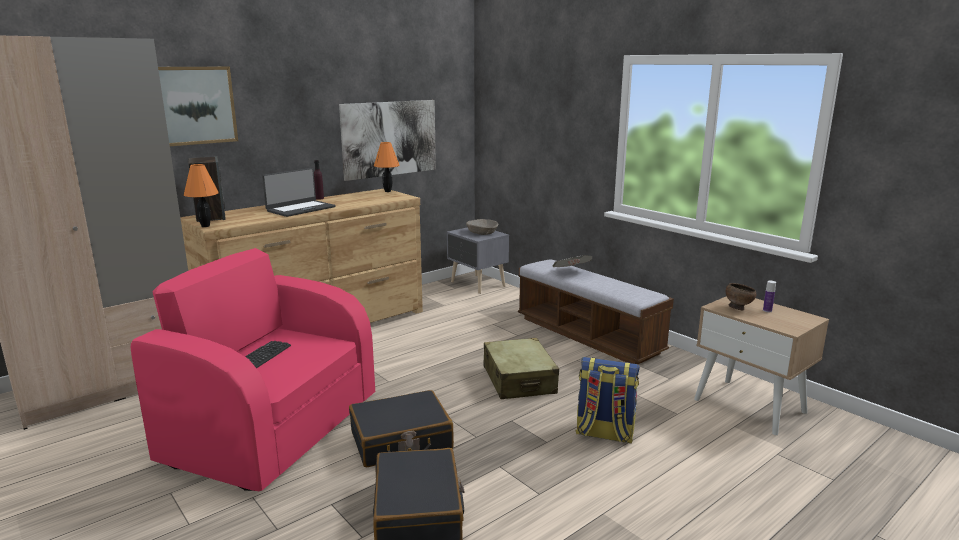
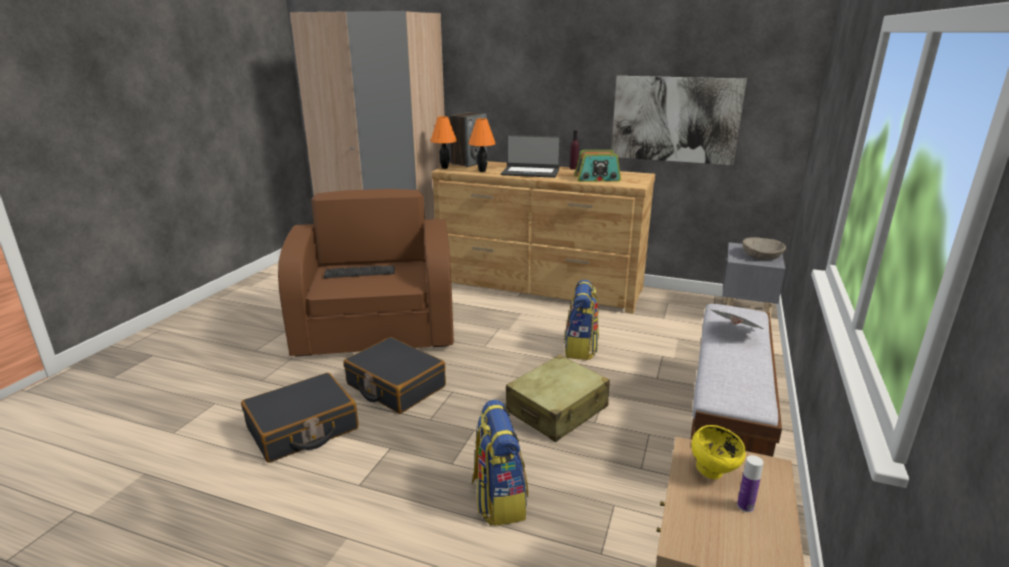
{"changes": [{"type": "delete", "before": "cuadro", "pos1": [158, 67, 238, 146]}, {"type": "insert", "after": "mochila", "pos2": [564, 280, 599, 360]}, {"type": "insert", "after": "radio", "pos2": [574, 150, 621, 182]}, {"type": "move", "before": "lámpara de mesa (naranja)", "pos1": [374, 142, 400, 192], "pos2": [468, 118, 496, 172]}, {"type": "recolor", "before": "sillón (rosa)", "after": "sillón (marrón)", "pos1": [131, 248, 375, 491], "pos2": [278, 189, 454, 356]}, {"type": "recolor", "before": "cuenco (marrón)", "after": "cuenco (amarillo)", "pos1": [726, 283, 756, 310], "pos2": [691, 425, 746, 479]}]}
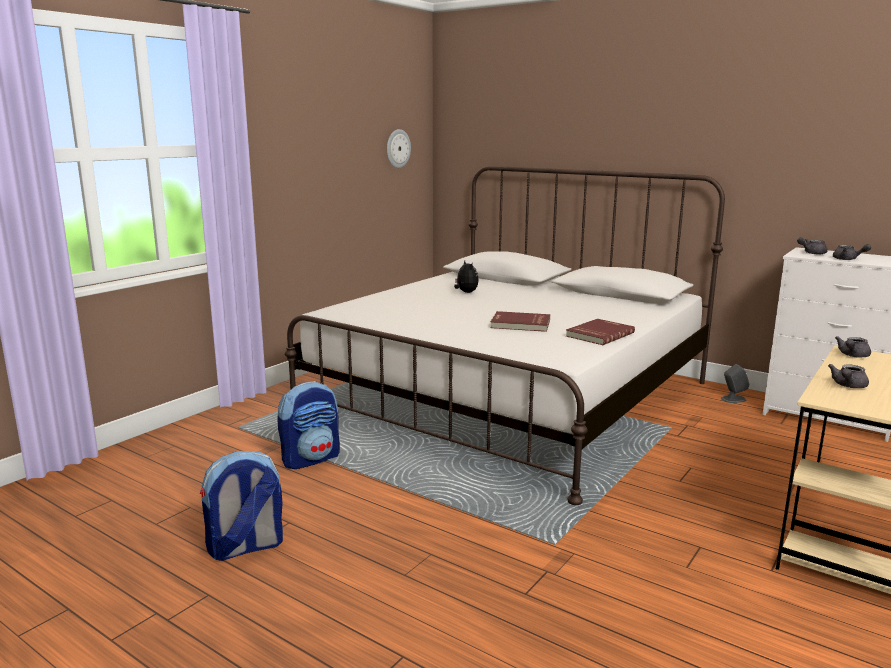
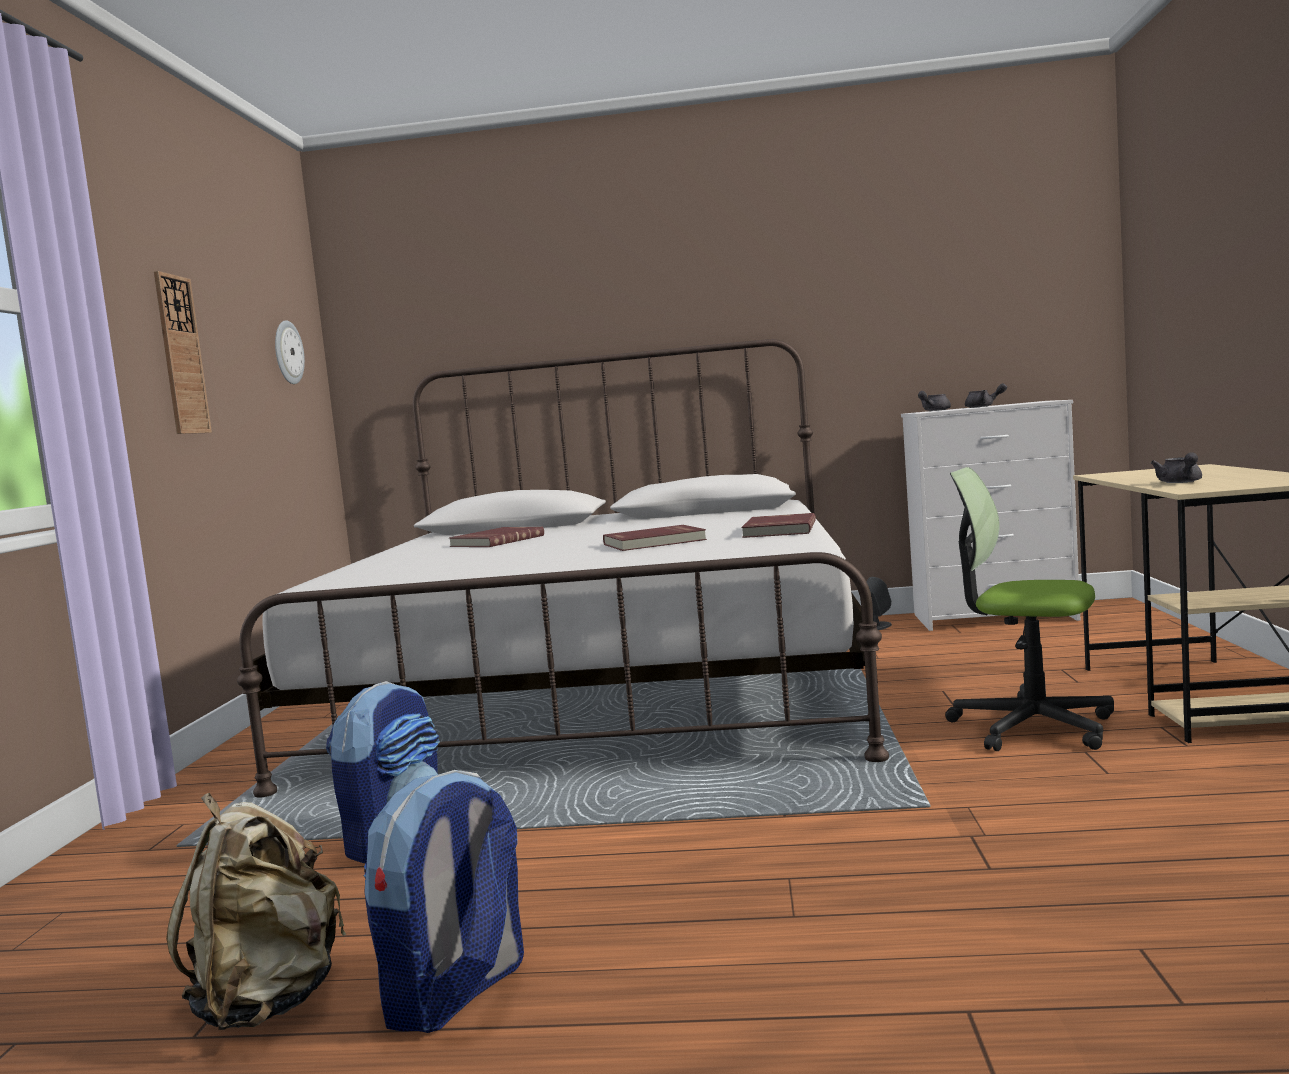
{"changes": [{"type": "delete", "before": "tetera (gris)", "pos1": [835, 336, 871, 358]}, {"type": "insert", "after": "reloj de pared", "pos2": [154, 271, 212, 434]}, {"type": "insert", "after": "mochila (beis)", "pos2": [166, 793, 346, 1030]}, {"type": "insert", "after": "silla de oficina", "pos2": [945, 467, 1114, 751]}, {"type": "replace", "before": "peluche", "after": "libro (rojo)", "pos1": [454, 260, 479, 293], "pos2": [449, 527, 544, 547]}]}
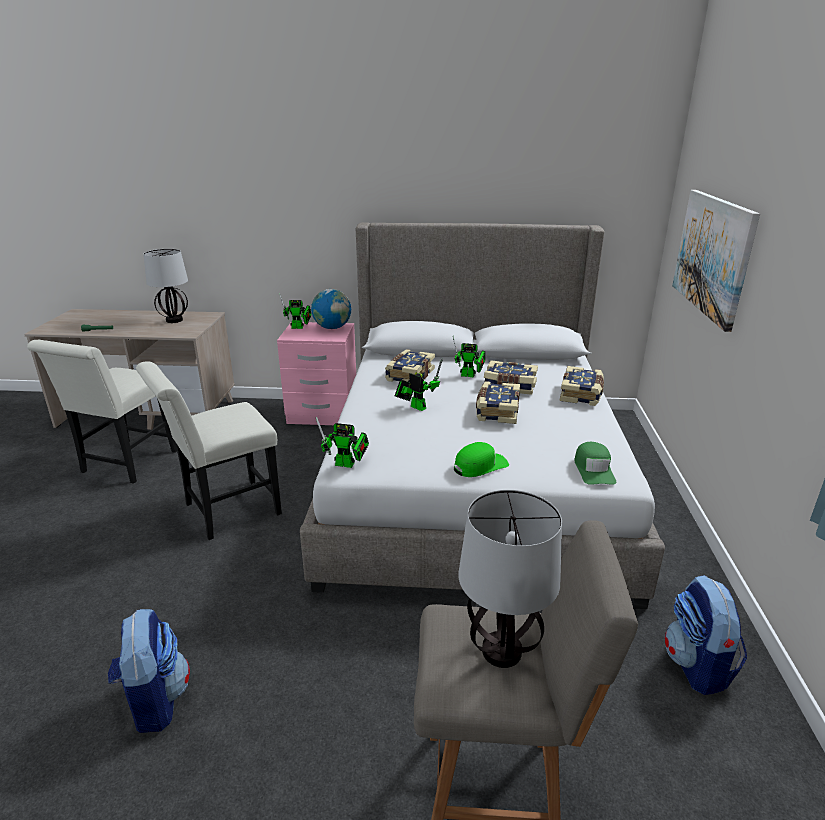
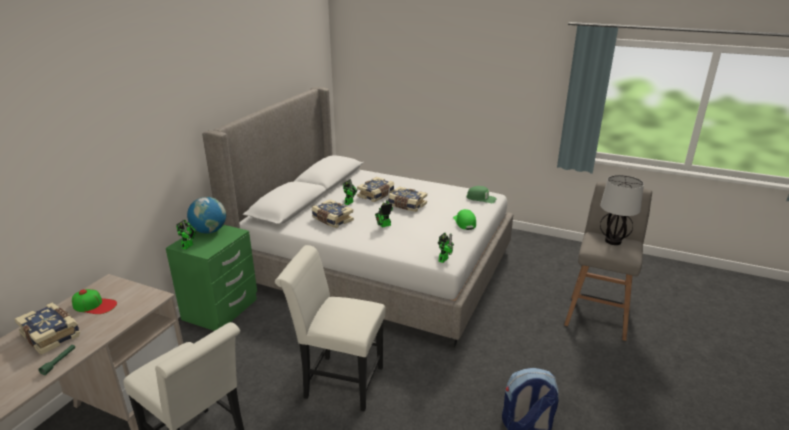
{"changes": [{"type": "delete", "before": "mochila", "pos1": [664, 575, 747, 695]}, {"type": "delete", "before": "cuadro", "pos1": [672, 190, 760, 332]}, {"type": "move", "before": "libro", "pos1": [560, 366, 604, 406], "pos2": [15, 303, 80, 355]}, {"type": "replace", "before": "lámpara de mesa", "after": "gorra", "pos1": [143, 249, 188, 323], "pos2": [72, 289, 117, 314]}, {"type": "recolor", "before": "mesita de noche (rosa)", "after": "mesita de noche (verde)", "pos1": [277, 322, 356, 425], "pos2": [166, 225, 257, 331]}, {"type": "rotate", "before": "silla (blanco)", "pos1": [136, 361, 282, 540], "pos2": [275, 245, 386, 412], "turn": 120}]}
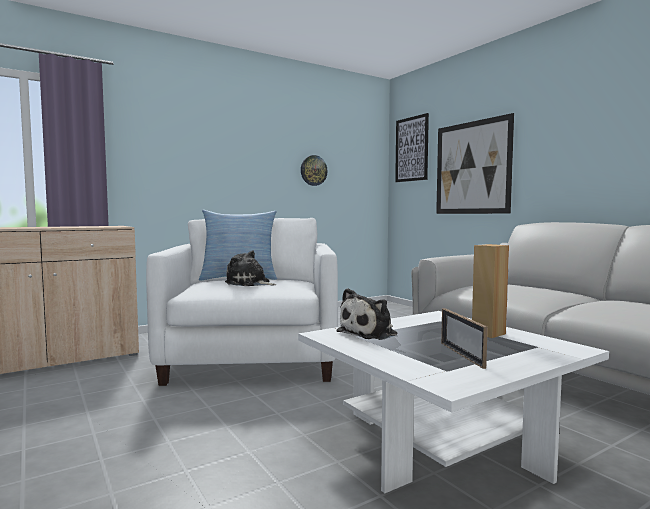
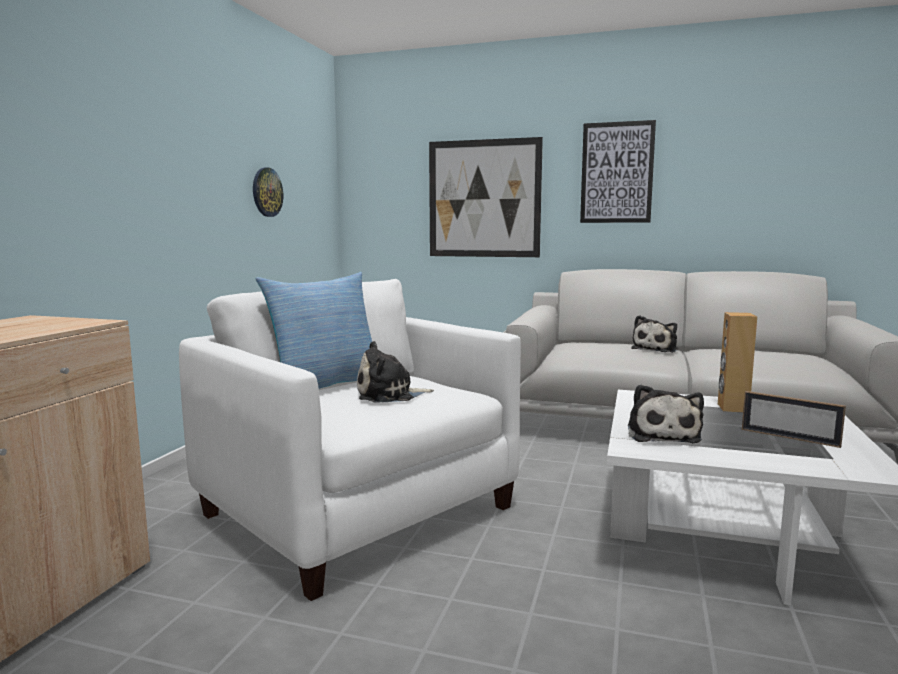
{"changes": [{"type": "insert", "after": "peluche", "pos2": [631, 315, 678, 353]}, {"type": "move", "before": "cuadro", "pos1": [395, 113, 429, 182], "pos2": [580, 120, 656, 223]}]}
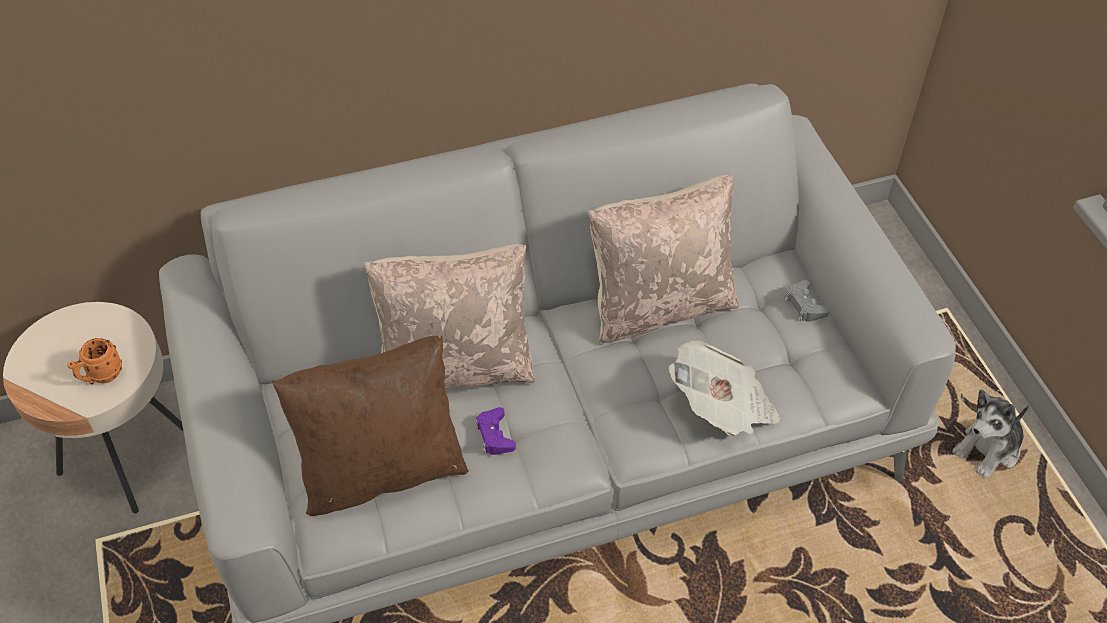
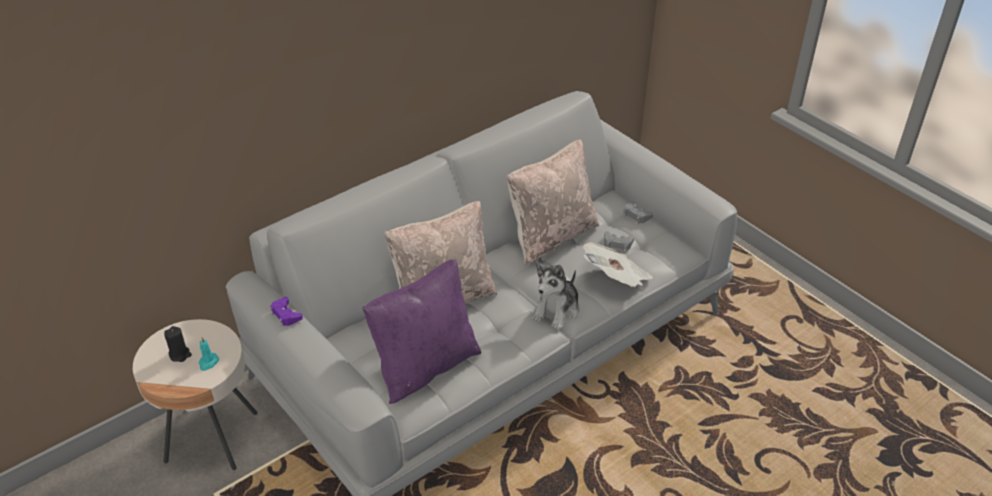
{"changes": [{"type": "insert", "after": "vela (negro)", "pos2": [164, 326, 192, 362]}, {"type": "insert", "after": "mando de consola (gris)", "pos2": [604, 231, 634, 252]}, {"type": "move", "before": "mando de consola (morado)", "pos1": [475, 407, 516, 455], "pos2": [270, 297, 303, 326]}, {"type": "move", "before": "peluche", "pos1": [952, 389, 1029, 479], "pos2": [532, 262, 580, 330]}, {"type": "replace", "before": "taza grande (naranja)", "after": "vela (turquesa)", "pos1": [67, 338, 122, 385], "pos2": [199, 337, 219, 371]}, {"type": "recolor", "before": "cojín (marrón)", "after": "cojín (morado)", "pos1": [272, 336, 469, 516], "pos2": [362, 259, 482, 404]}]}
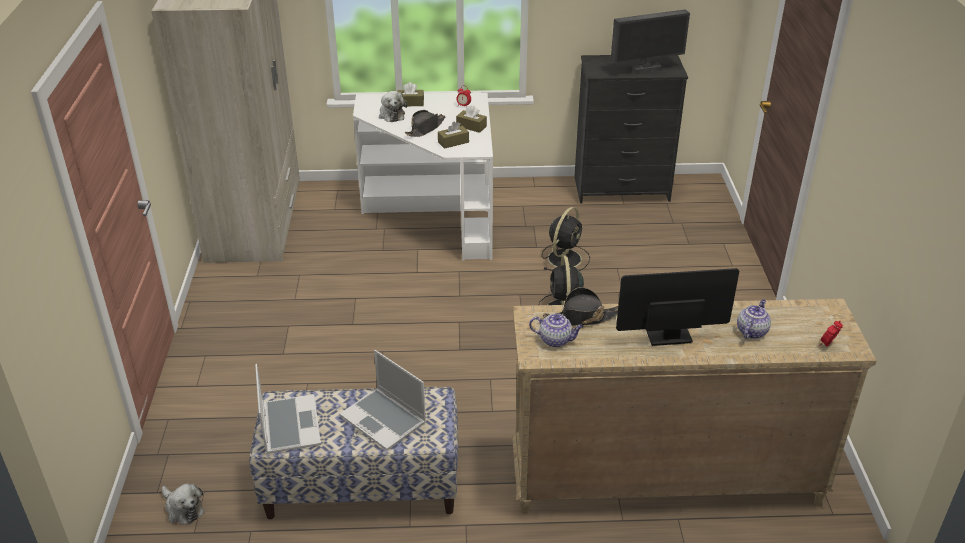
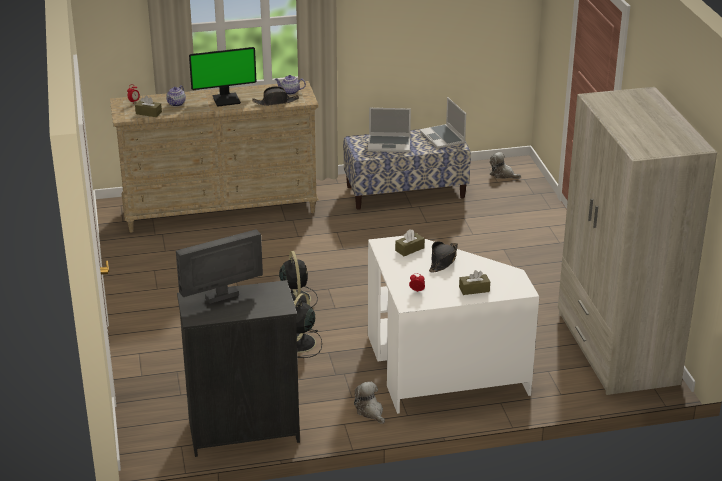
{"changes": [{"type": "move", "before": "peluche", "pos1": [379, 91, 407, 122], "pos2": [354, 382, 385, 424]}, {"type": "move", "before": "caja de pañuelos (marrón)", "pos1": [456, 105, 487, 133], "pos2": [135, 96, 162, 117]}, {"type": "rotate", "before": "portátil", "pos1": [340, 350, 426, 450], "pos2": [368, 108, 411, 152], "turn": 150}]}
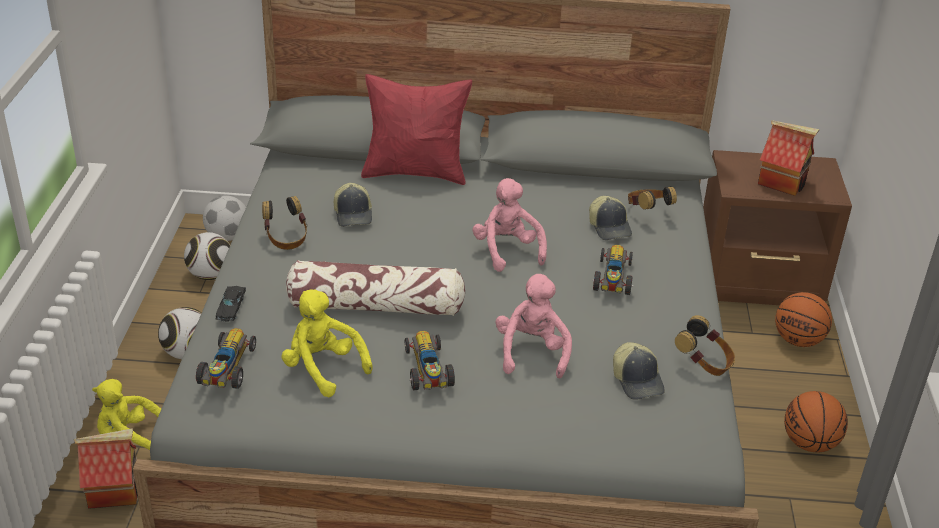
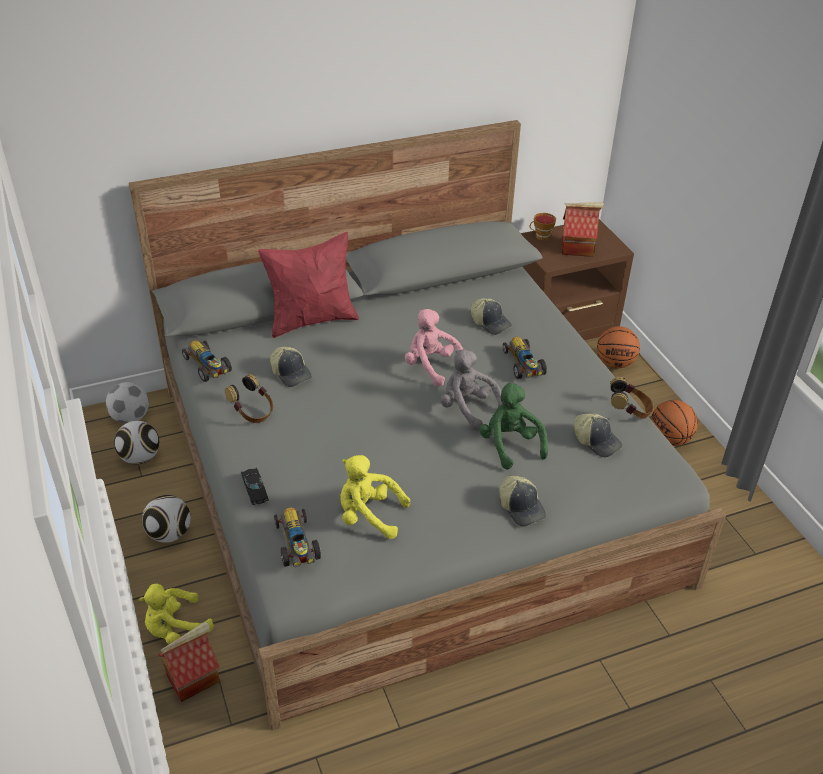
{"changes": [{"type": "delete", "before": "cojín", "pos1": [286, 260, 465, 316]}, {"type": "delete", "before": "auriculares", "pos1": [628, 186, 677, 210]}, {"type": "insert", "after": "peluche (gris)", "pos2": [440, 349, 503, 431]}, {"type": "insert", "after": "gorra", "pos2": [499, 475, 546, 526]}, {"type": "insert", "after": "taza", "pos2": [530, 213, 556, 240]}, {"type": "move", "before": "coche de juguete", "pos1": [405, 331, 455, 390], "pos2": [182, 340, 232, 382]}, {"type": "recolor", "before": "peluche (rosa)", "after": "peluche (verde)", "pos1": [496, 274, 572, 378], "pos2": [479, 383, 548, 470]}]}
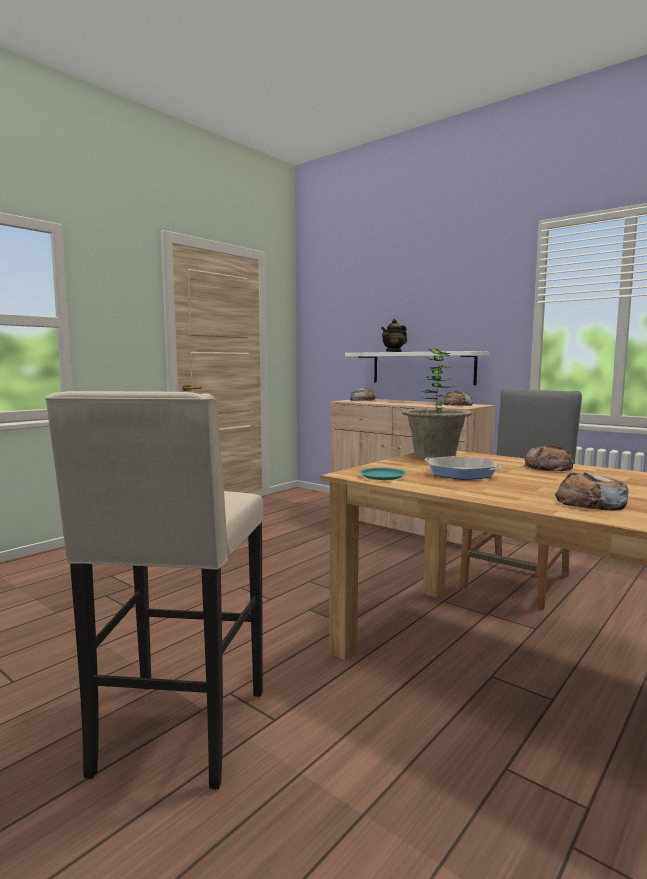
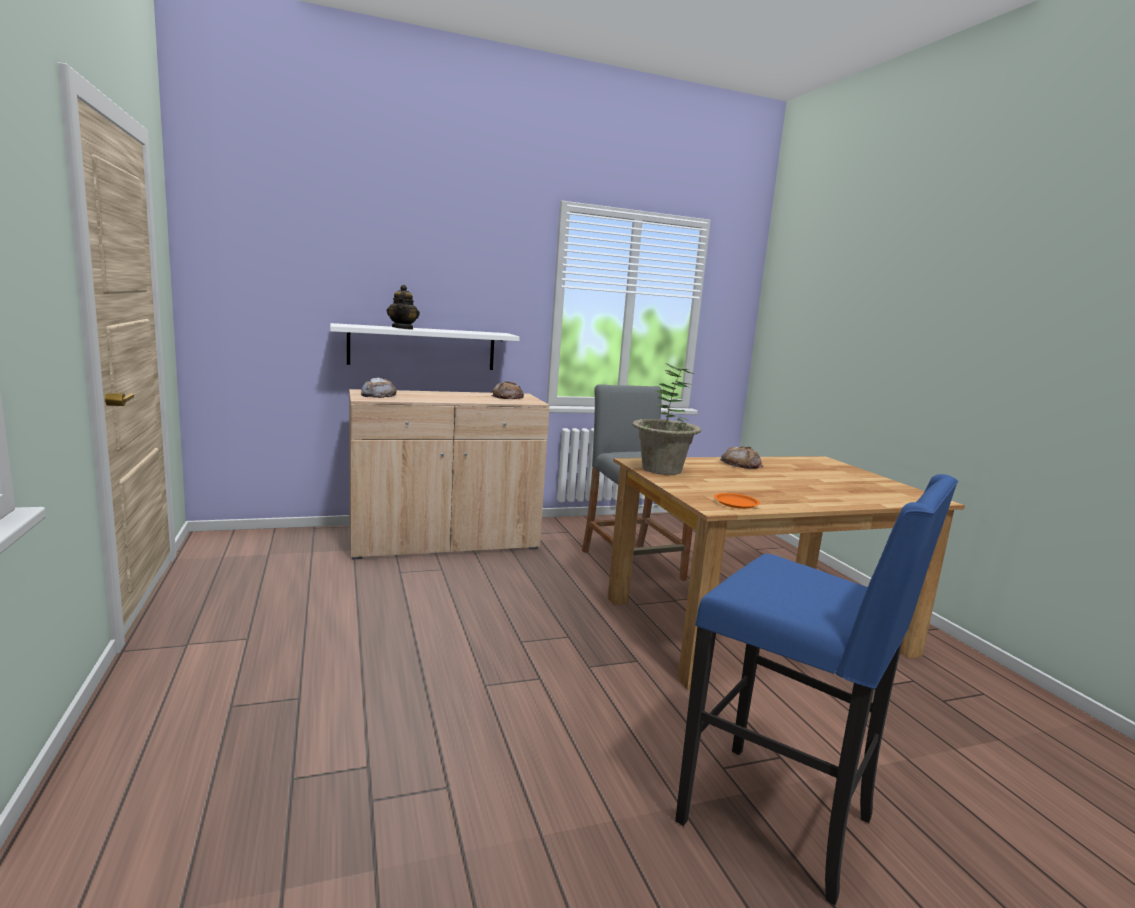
{"changes": [{"type": "delete", "before": "sartén", "pos1": [424, 456, 502, 480]}, {"type": "delete", "before": "pan", "pos1": [555, 472, 629, 510]}, {"type": "recolor", "before": "taburete (beis)", "after": "taburete (azul)", "pos1": [45, 391, 264, 790], "pos2": [675, 474, 958, 905]}, {"type": "recolor", "before": "plato (turquesa)", "after": "plato (naranja)", "pos1": [359, 468, 406, 480], "pos2": [714, 493, 760, 509]}]}
